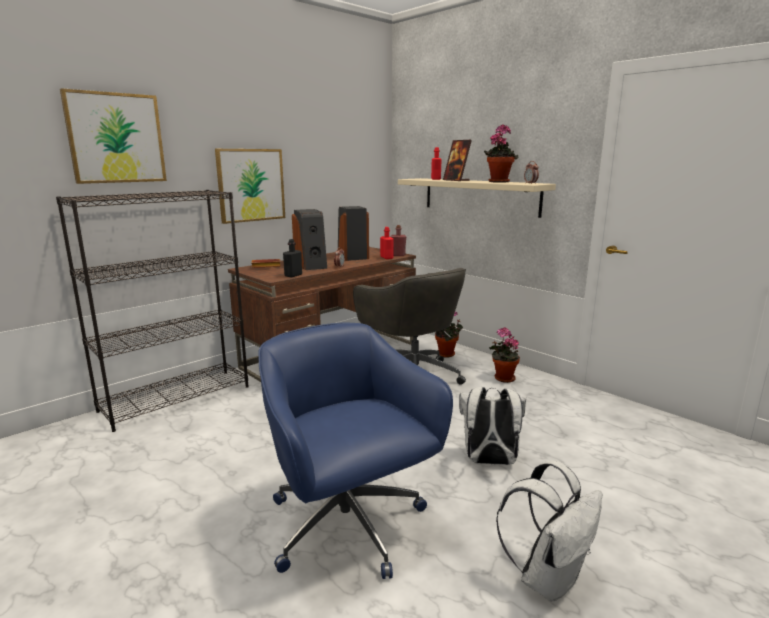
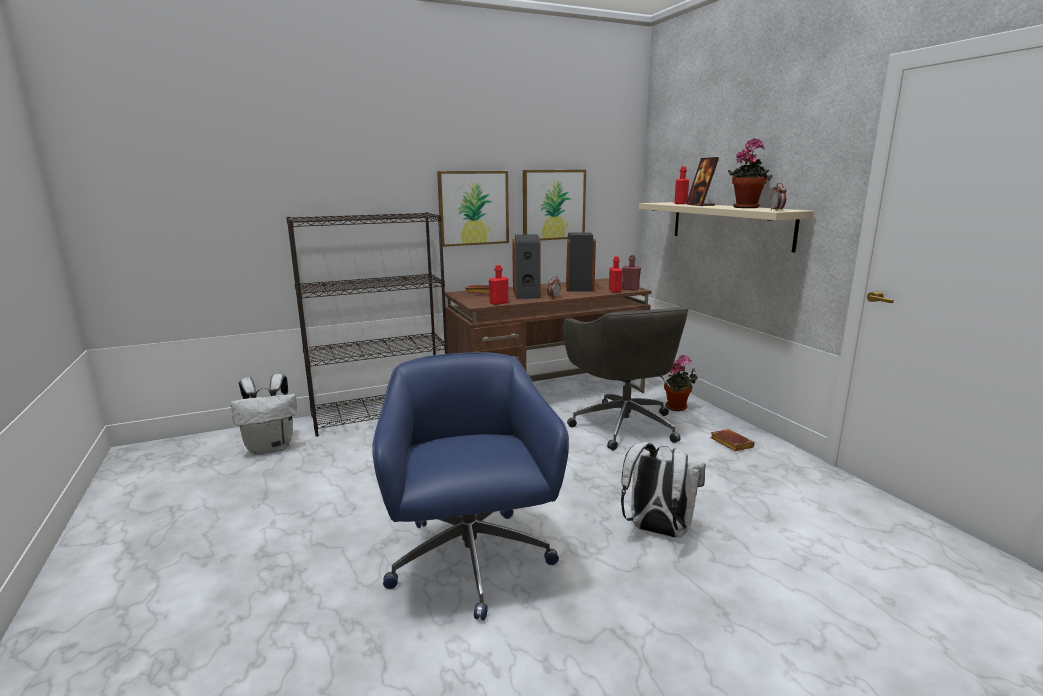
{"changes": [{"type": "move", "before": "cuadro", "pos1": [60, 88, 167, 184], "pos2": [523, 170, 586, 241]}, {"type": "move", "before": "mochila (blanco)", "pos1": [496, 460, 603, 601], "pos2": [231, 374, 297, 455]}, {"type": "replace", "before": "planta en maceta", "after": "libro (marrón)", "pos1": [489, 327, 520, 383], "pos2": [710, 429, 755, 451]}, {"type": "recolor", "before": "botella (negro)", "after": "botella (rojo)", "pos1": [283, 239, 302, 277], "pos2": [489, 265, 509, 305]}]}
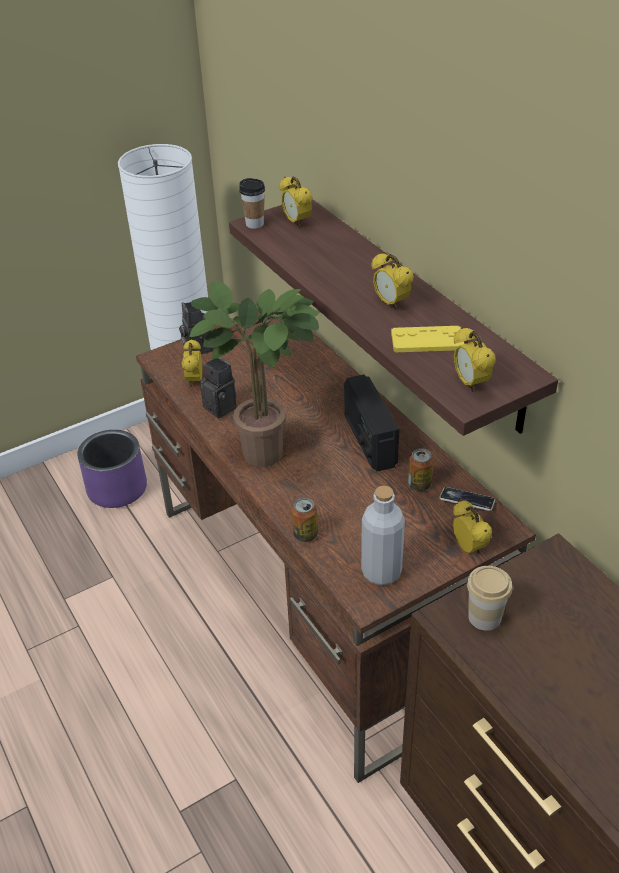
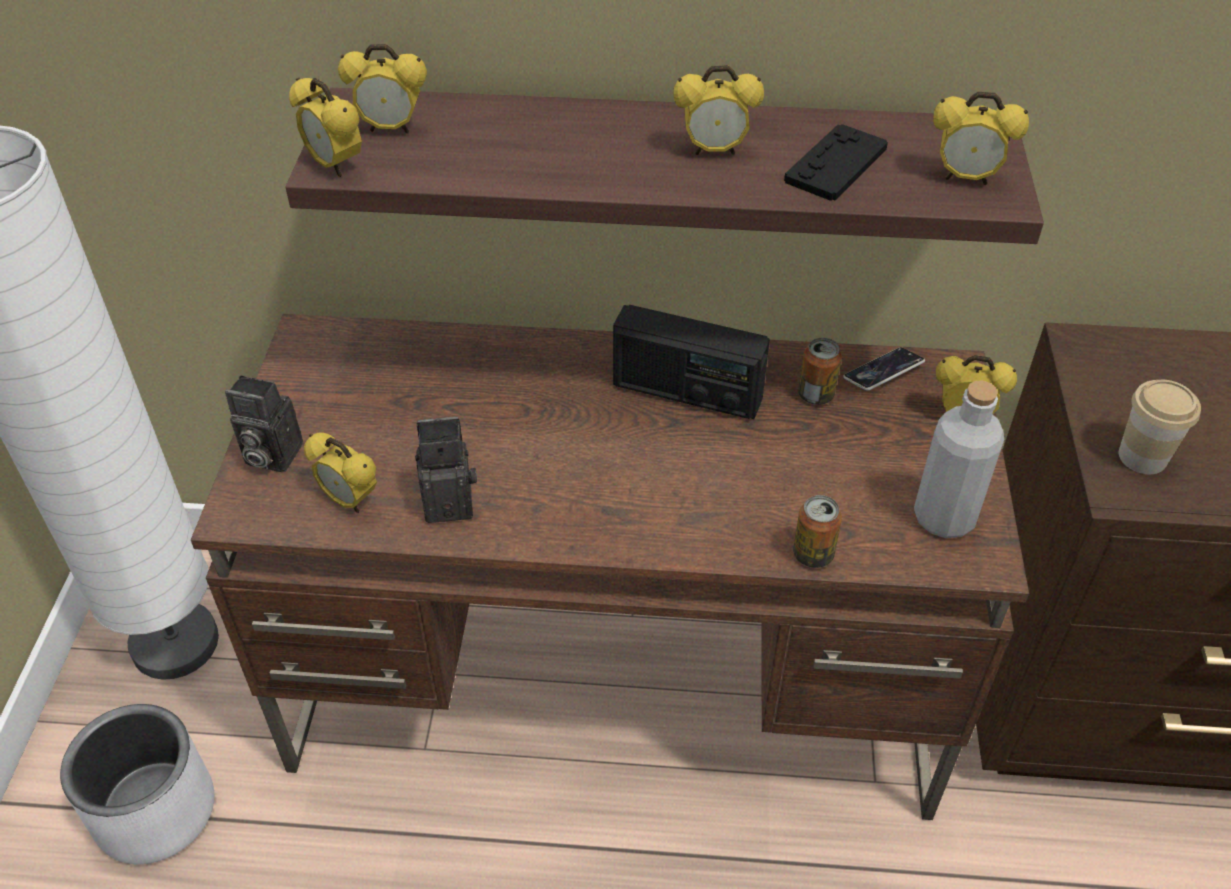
{"changes": [{"type": "delete", "before": "planta en maceta", "pos1": [190, 280, 319, 467]}, {"type": "replace", "before": "taza", "after": "despertador", "pos1": [239, 178, 265, 229], "pos2": [289, 78, 362, 177]}, {"type": "recolor", "before": "maceta (morado)", "after": "maceta (blanco)", "pos1": [77, 430, 147, 508], "pos2": [60, 704, 214, 865]}, {"type": "recolor", "before": "mando de consola (amarillo)", "after": "mando de consola (negro)", "pos1": [391, 326, 464, 352], "pos2": [784, 124, 888, 201]}]}
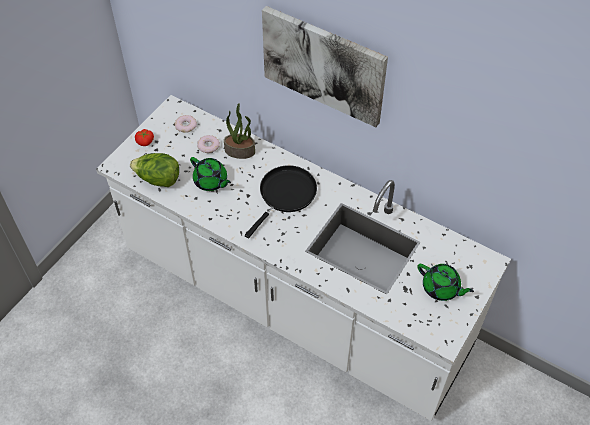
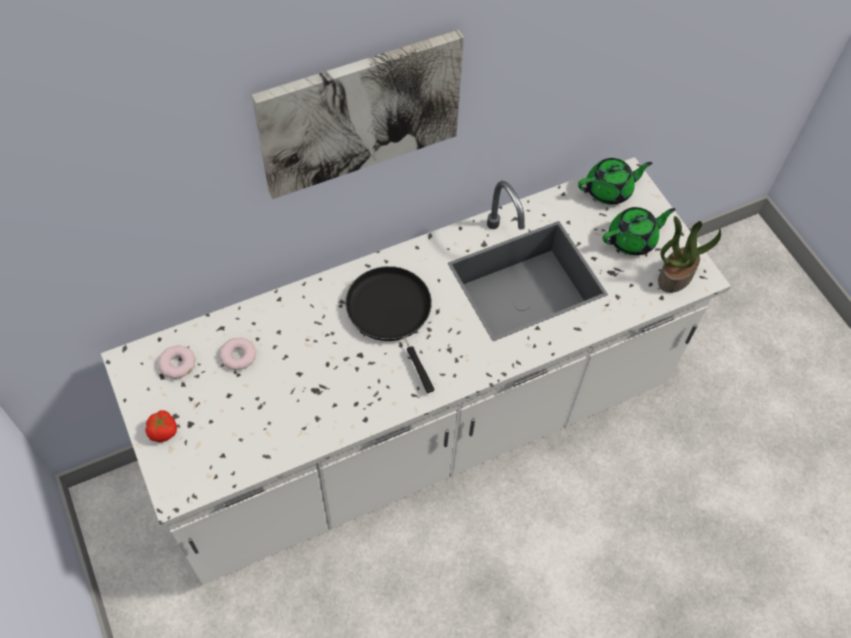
{"changes": [{"type": "delete", "before": "lechuga", "pos1": [130, 153, 179, 187]}, {"type": "move", "before": "tetera (verde)", "pos1": [190, 157, 231, 191], "pos2": [578, 158, 652, 205]}, {"type": "move", "before": "planta en maceta", "pos1": [224, 103, 255, 159], "pos2": [658, 216, 721, 293]}]}
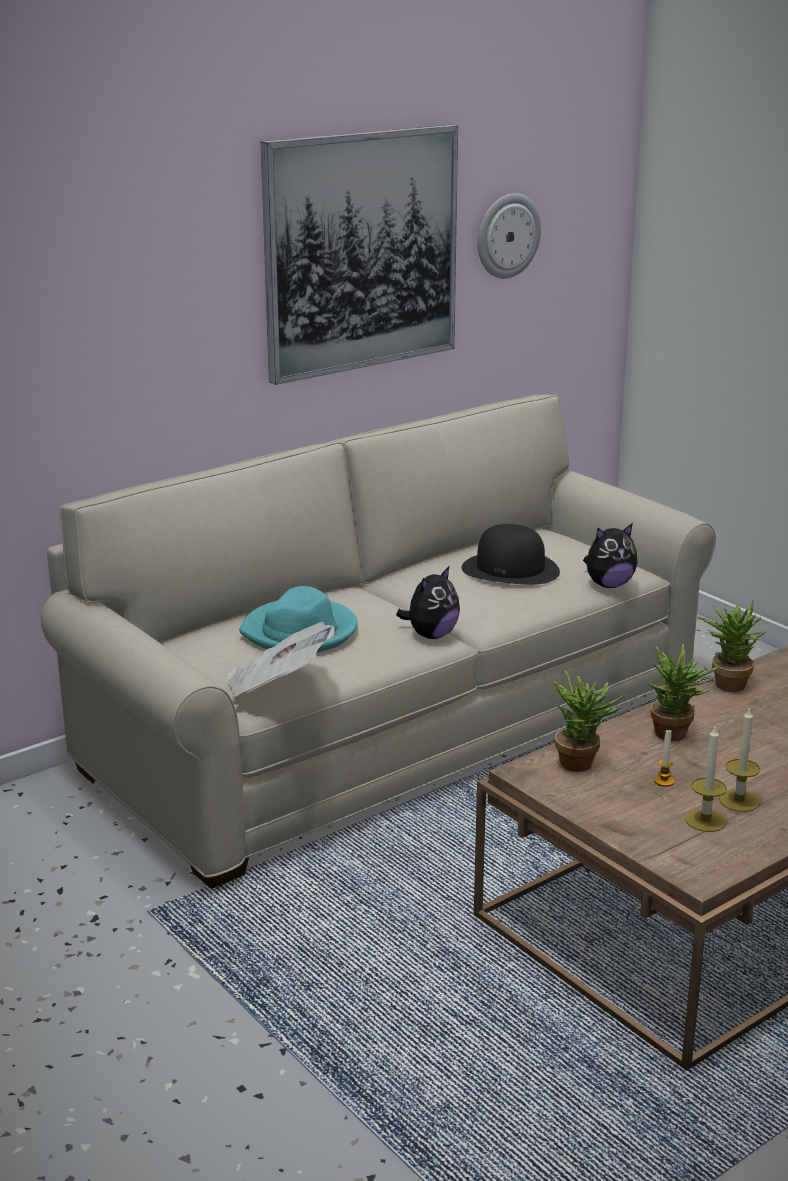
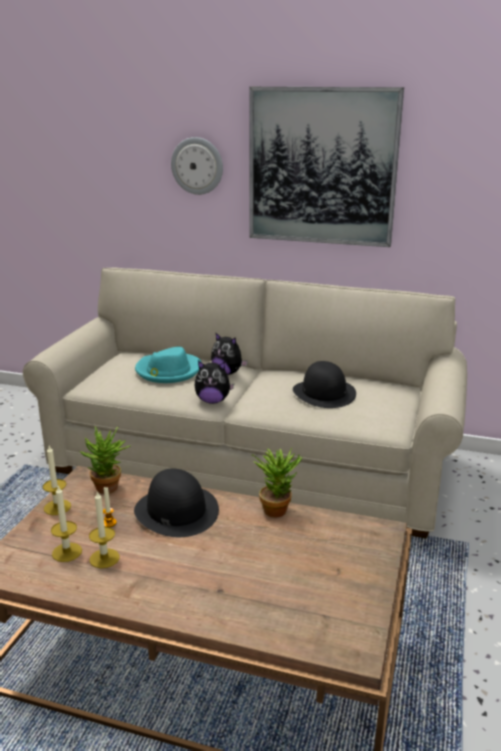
{"changes": [{"type": "delete", "before": "periódico", "pos1": [227, 622, 335, 697]}, {"type": "insert", "after": "vela", "pos2": [43, 446, 71, 515]}, {"type": "move", "before": "reloj de pared", "pos1": [478, 193, 541, 279], "pos2": [171, 137, 223, 195]}, {"type": "move", "before": "peluche", "pos1": [583, 523, 638, 588], "pos2": [211, 332, 248, 375]}, {"type": "replace", "before": "planta en maceta", "after": "sombrero (negro)", "pos1": [647, 644, 718, 741], "pos2": [134, 468, 219, 537]}]}
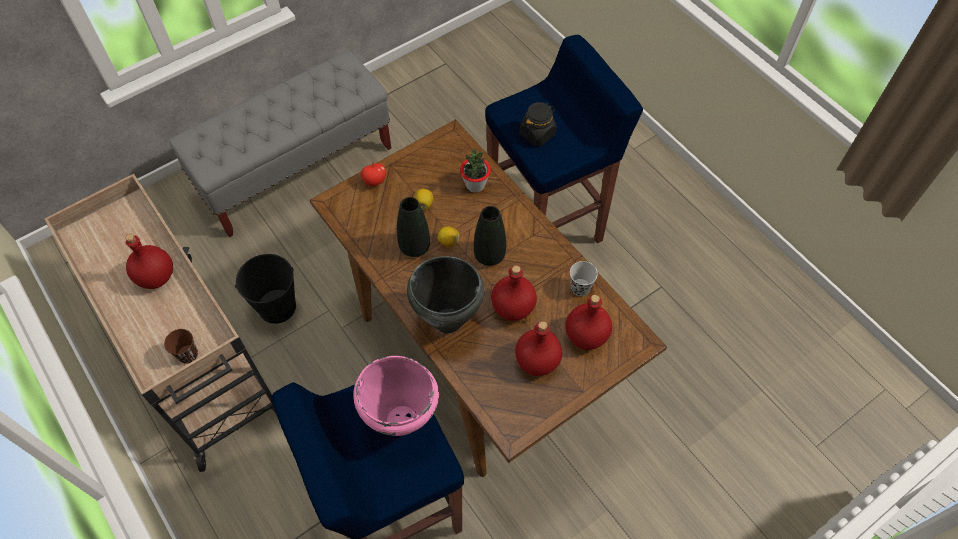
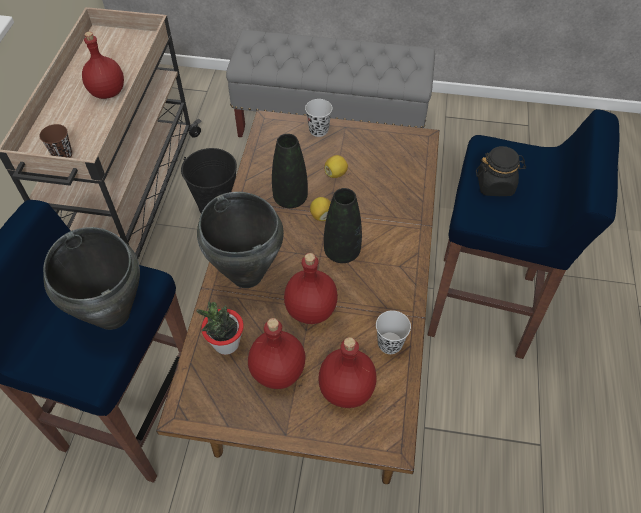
{"changes": [{"type": "move", "before": "planta en maceta", "pos1": [460, 149, 491, 192], "pos2": [196, 302, 244, 355]}, {"type": "replace", "before": "manzana", "after": "taza (negro)", "pos1": [361, 161, 386, 186], "pos2": [305, 99, 333, 137]}, {"type": "recolor", "before": "olla (rosa)", "after": "olla (negro)", "pos1": [353, 356, 439, 436], "pos2": [43, 227, 140, 330]}]}
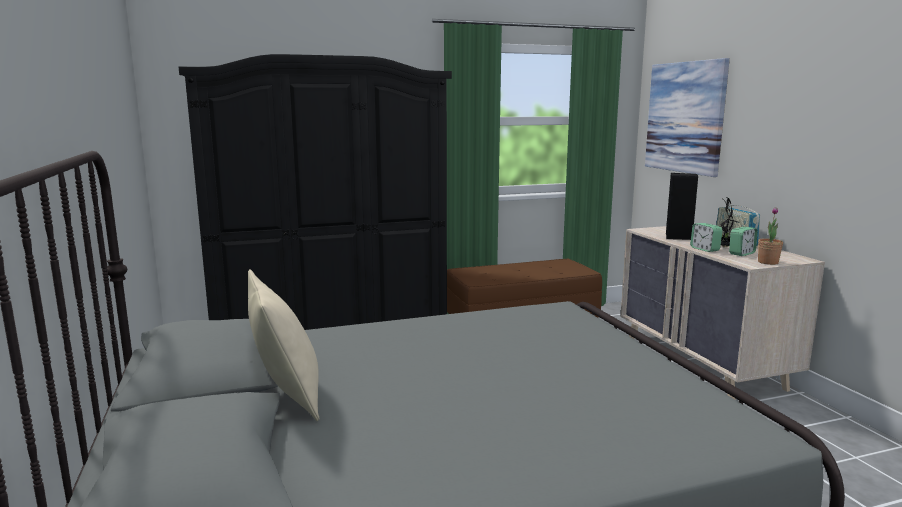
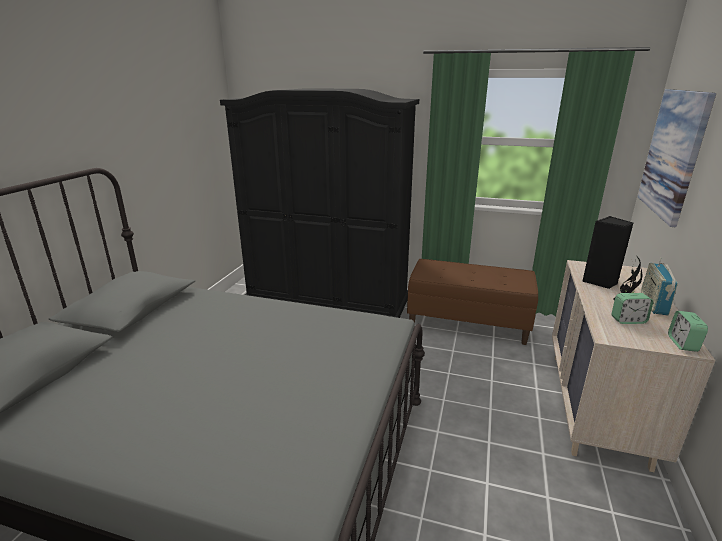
{"changes": [{"type": "delete", "before": "cojín (beis)", "pos1": [248, 269, 319, 421]}, {"type": "delete", "before": "planta en maceta", "pos1": [758, 207, 783, 265]}, {"type": "move", "before": "despertador", "pos1": [690, 223, 723, 252], "pos2": [668, 311, 708, 352]}]}
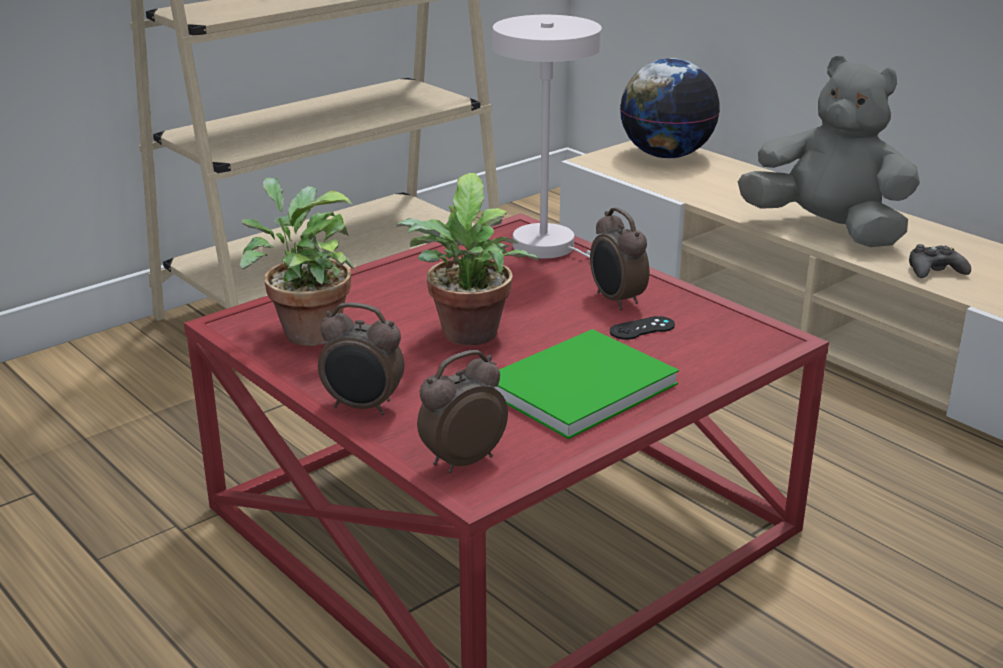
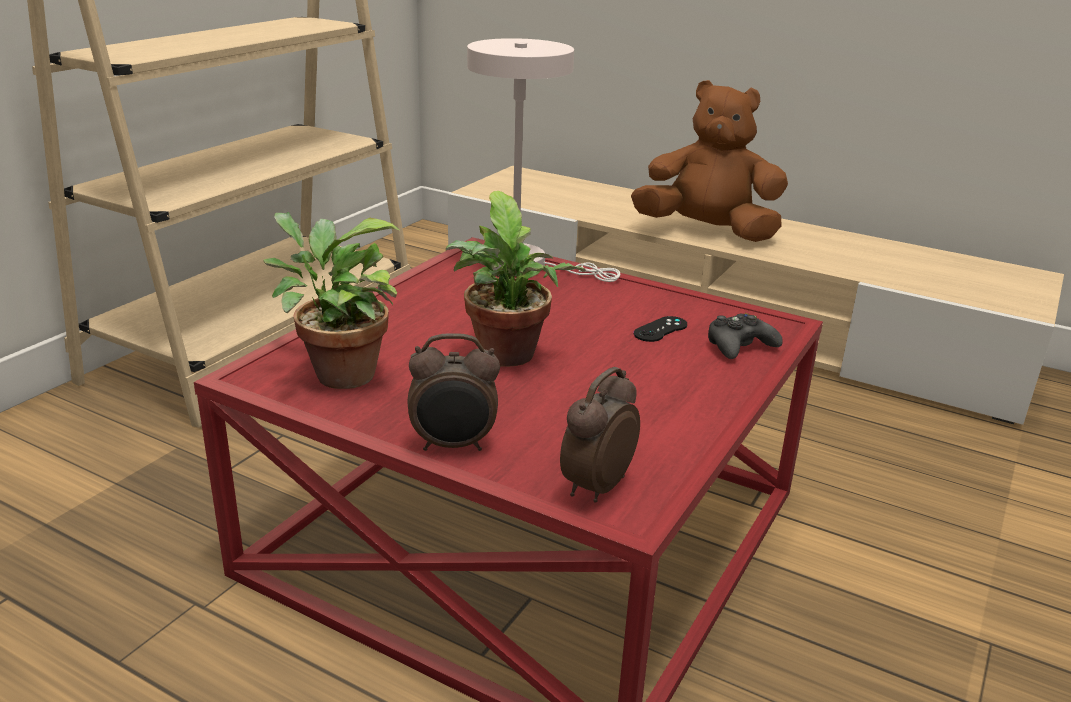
{"changes": [{"type": "delete", "before": "libro (verde)", "pos1": [494, 329, 679, 439]}, {"type": "delete", "before": "despertador", "pos1": [590, 207, 649, 310]}, {"type": "delete", "before": "globo terráqueo", "pos1": [620, 58, 720, 158]}, {"type": "move", "before": "mando de consola (negro)", "pos1": [909, 244, 971, 278], "pos2": [708, 313, 783, 359]}, {"type": "recolor", "before": "peluche (gris)", "after": "peluche (marrón)", "pos1": [738, 56, 920, 247], "pos2": [631, 80, 788, 242]}]}
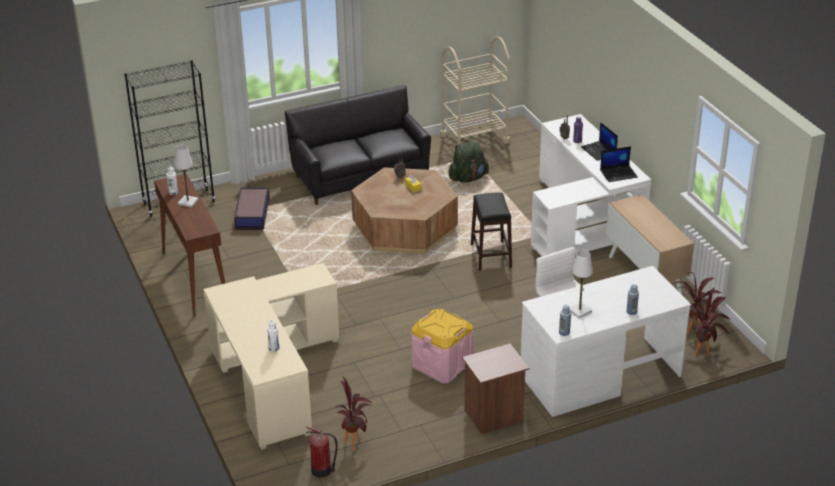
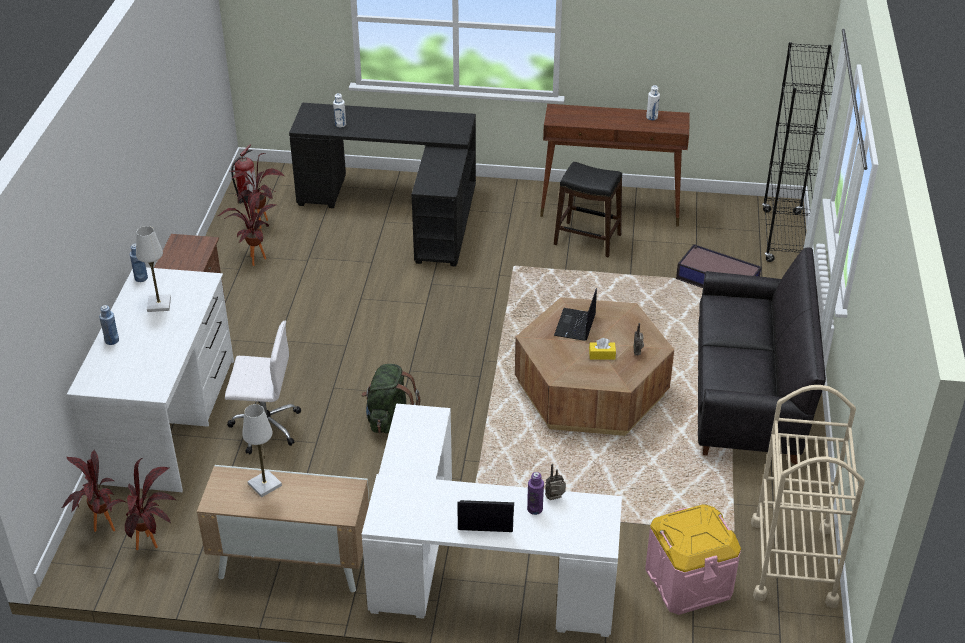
{"changes": [{"type": "insert", "after": "planta en maceta", "pos2": [218, 192, 276, 266]}, {"type": "move", "before": "lámpara de mesa (blanco)", "pos1": [174, 145, 198, 207], "pos2": [242, 404, 282, 497]}, {"type": "move", "before": "caja de almacenaje (rosa)", "pos1": [411, 309, 473, 383], "pos2": [645, 504, 741, 615]}, {"type": "move", "before": "mochila (verde)", "pos1": [448, 141, 489, 183], "pos2": [362, 364, 420, 434]}, {"type": "move", "before": "taburete (negro)", "pos1": [471, 192, 512, 271], "pos2": [554, 162, 622, 258]}, {"type": "move", "before": "portátil", "pos1": [600, 146, 638, 182], "pos2": [554, 288, 597, 341]}, {"type": "recolor", "before": "escritorio (beis)", "after": "escritorio (negro)", "pos1": [203, 263, 340, 449], "pos2": [289, 103, 476, 267]}]}
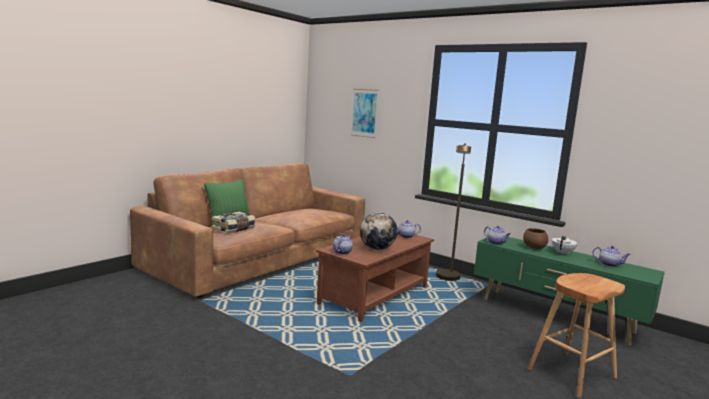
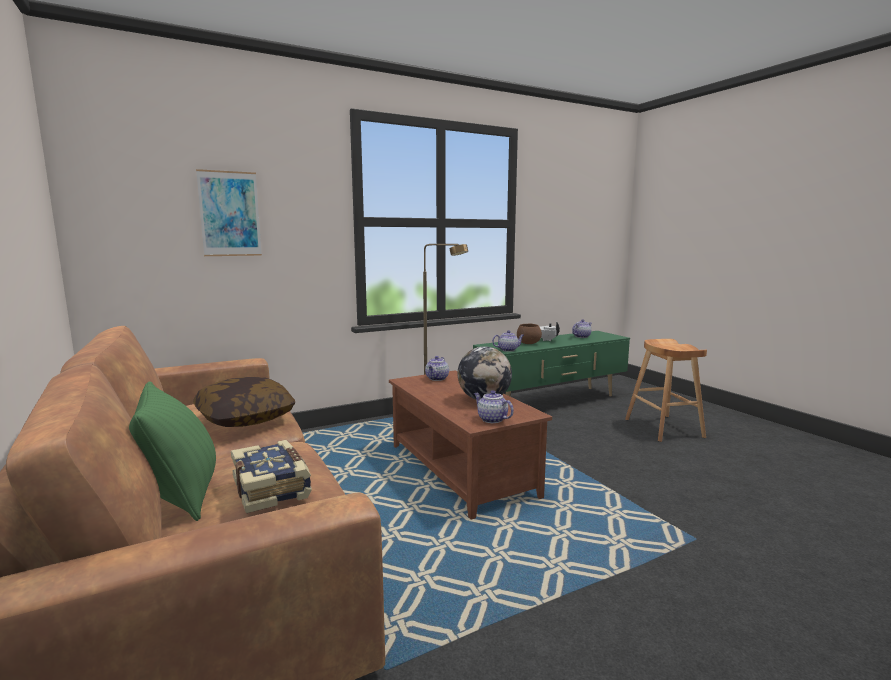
{"changes": [{"type": "insert", "after": "cojín", "pos2": [193, 377, 295, 427]}]}
